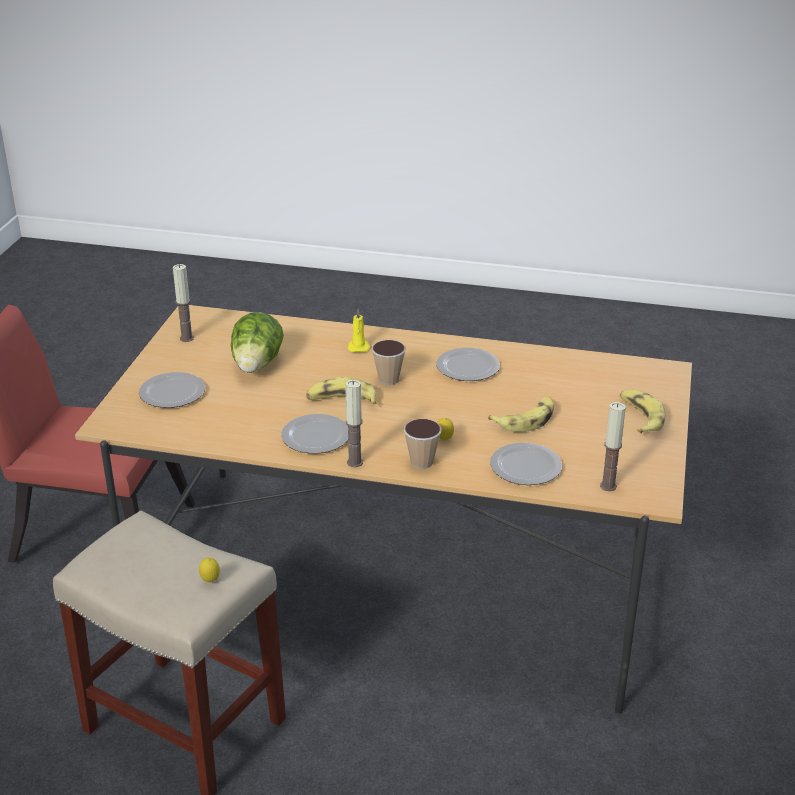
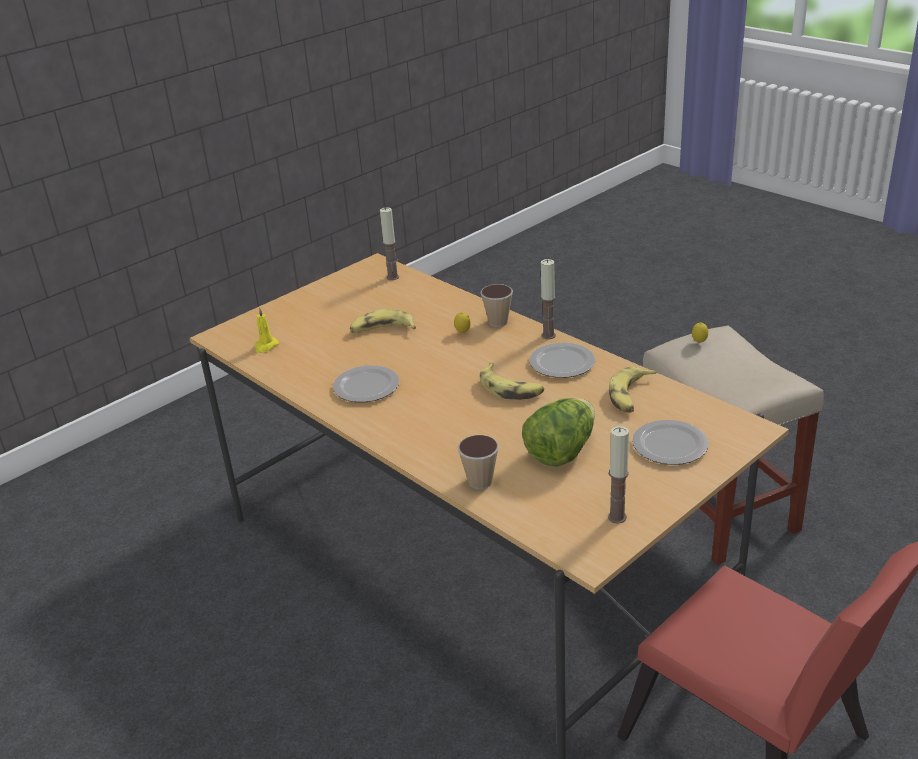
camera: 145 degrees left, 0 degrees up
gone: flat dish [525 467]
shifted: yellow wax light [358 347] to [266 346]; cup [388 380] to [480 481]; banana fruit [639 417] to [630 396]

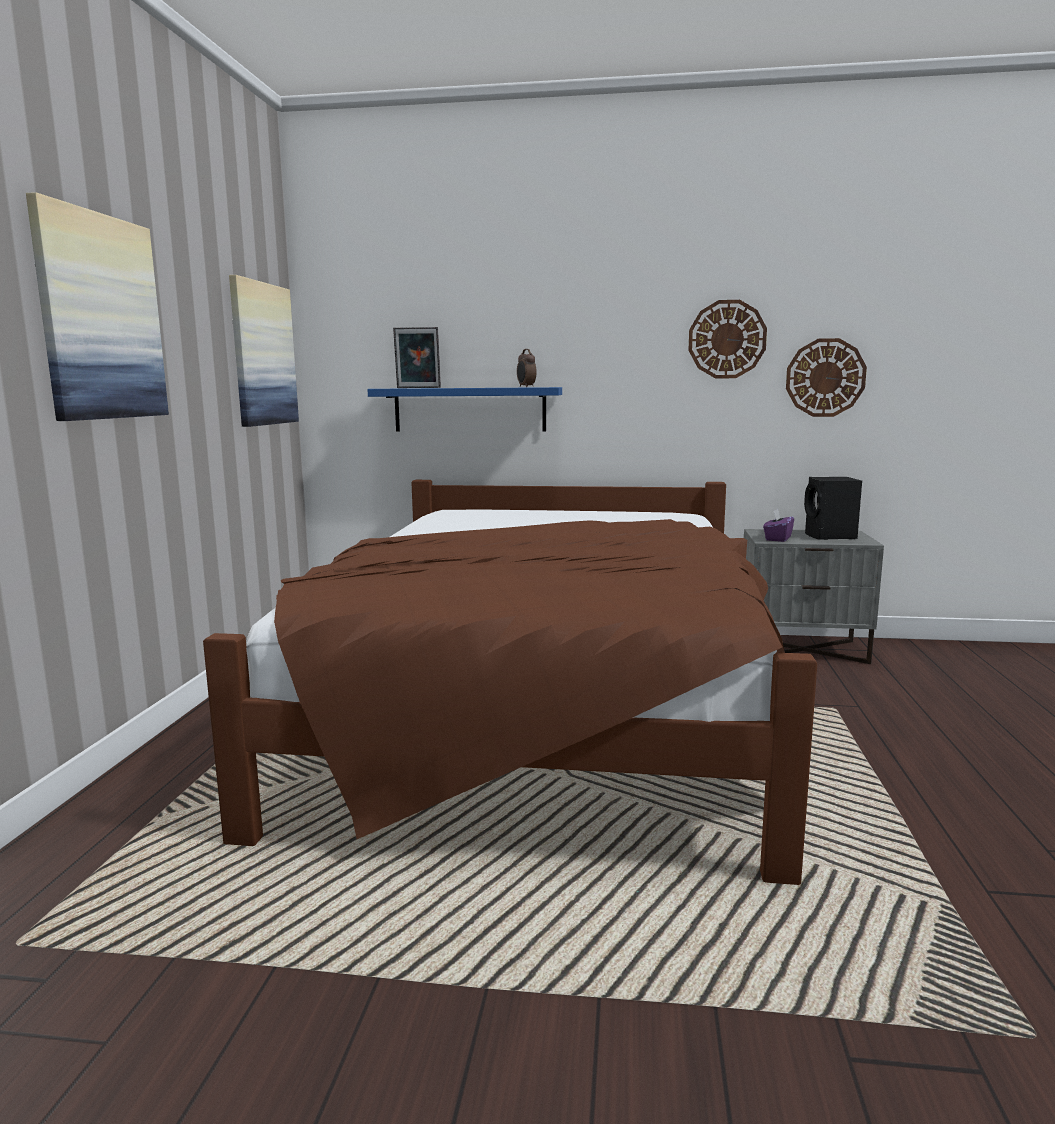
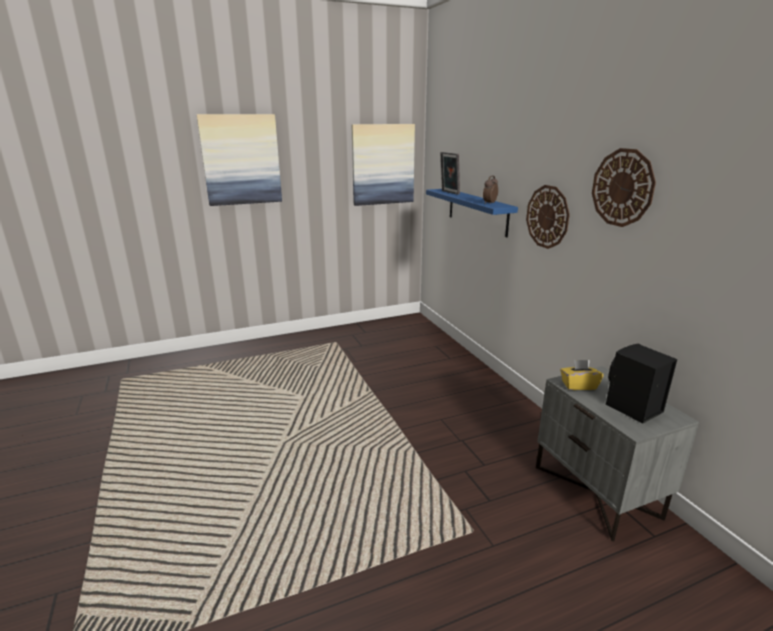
camera: 60 degrees right, 10 degrees up
gone: brownish sleeping bed [545 711]
shifted: hanging clock [825 378] to [547 217]
repainted: purple tissue holder [777 539] to yellow tissue holder [578 385]

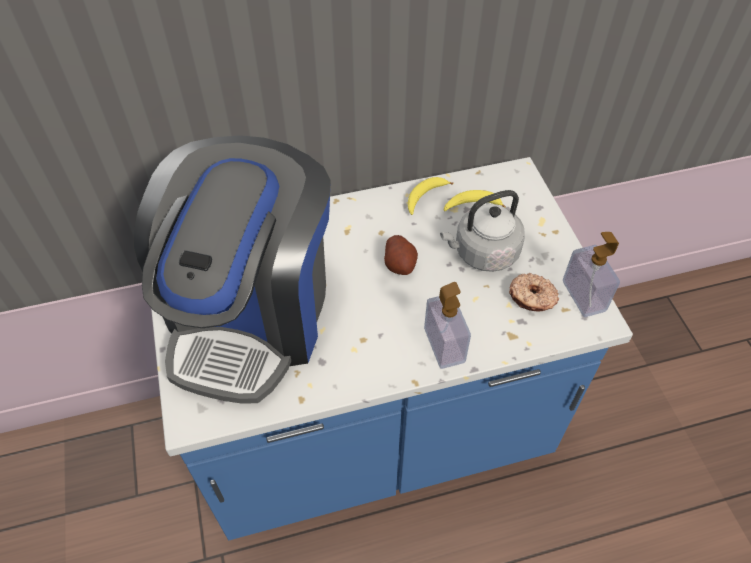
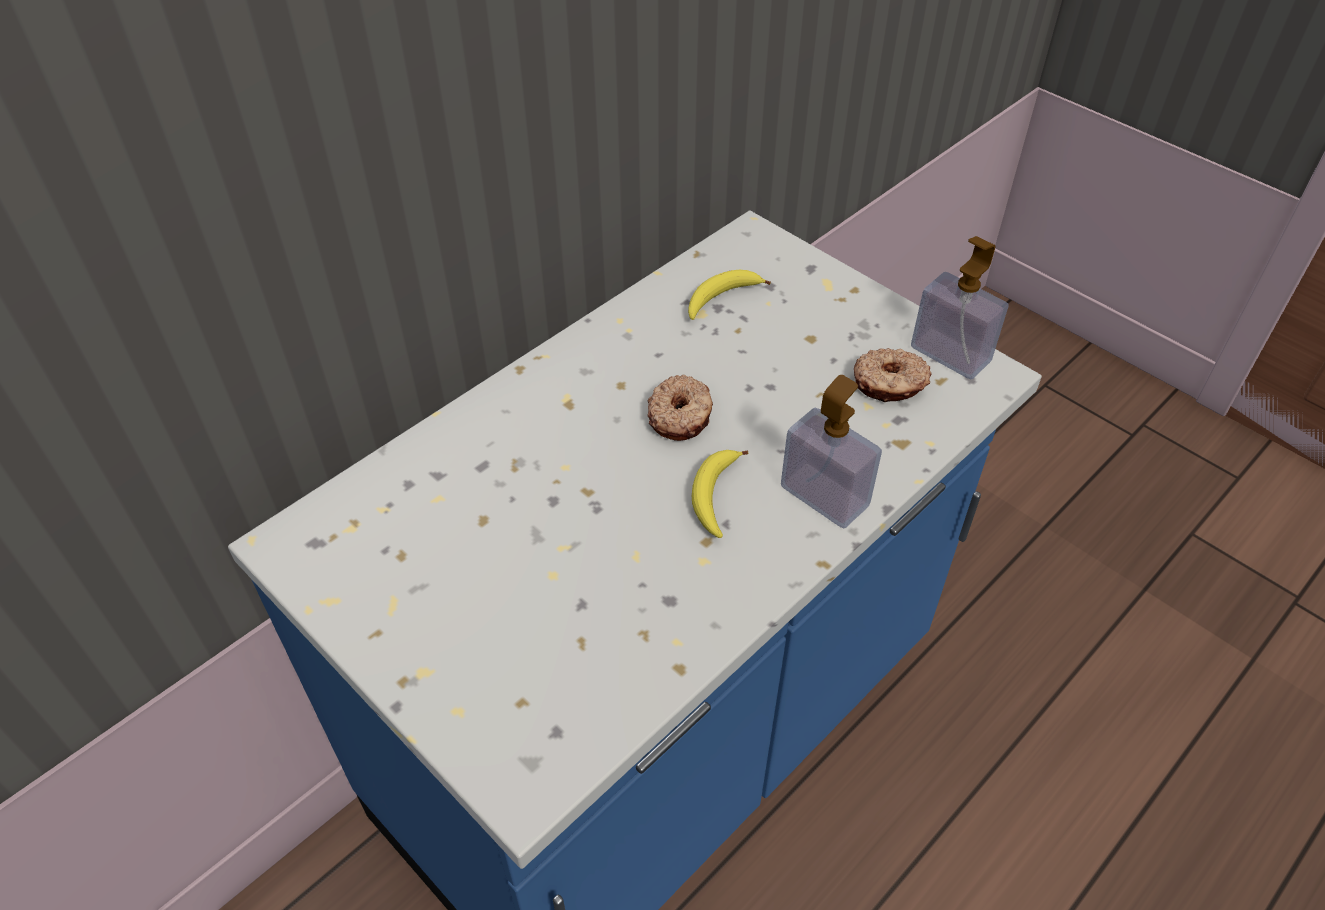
camera: 30 degrees left, 5 degrees down
gone: coffee brewer [252 314]; grey kettle [482 253]
shifted: banana fruit [425 198] to [715 497]
swapped: whole potato [400 264] to donut [681 416]

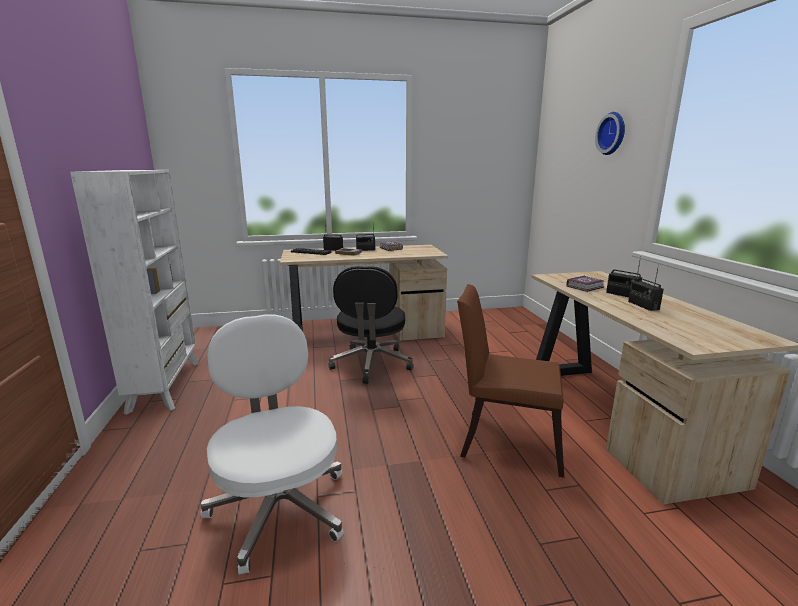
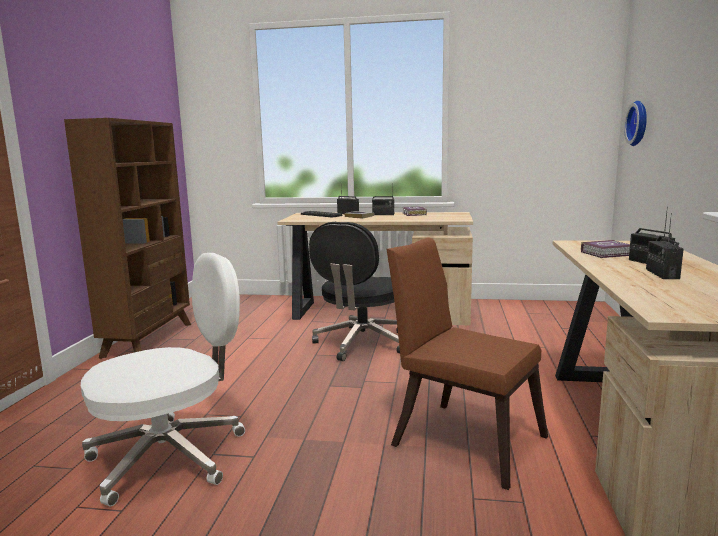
camera: 20 degrees right, 5 degrees down
shifted: hanging clock [613 133] to [639 123]
repainted: white shelving unit [166 385] to brownish shelving unit [149 339]
rotated: white computer chair [279 507] = [171 456] 60 degrees clockwise

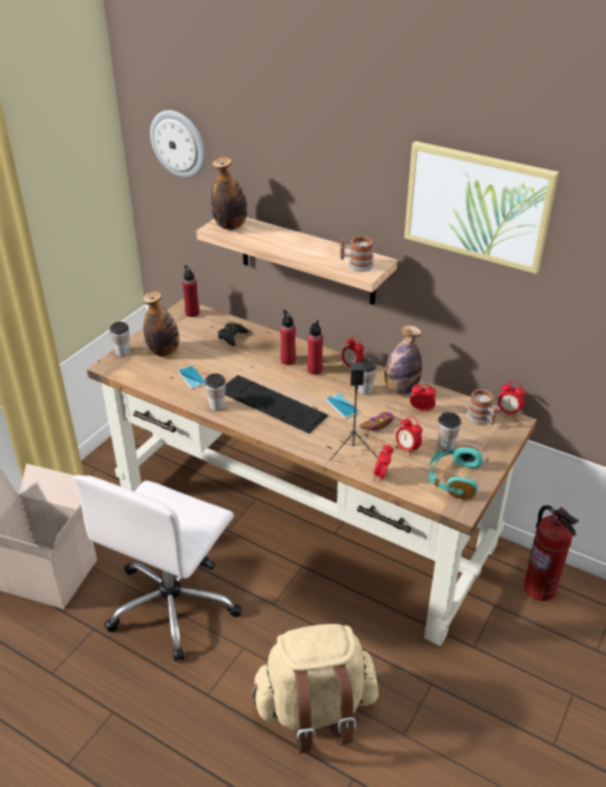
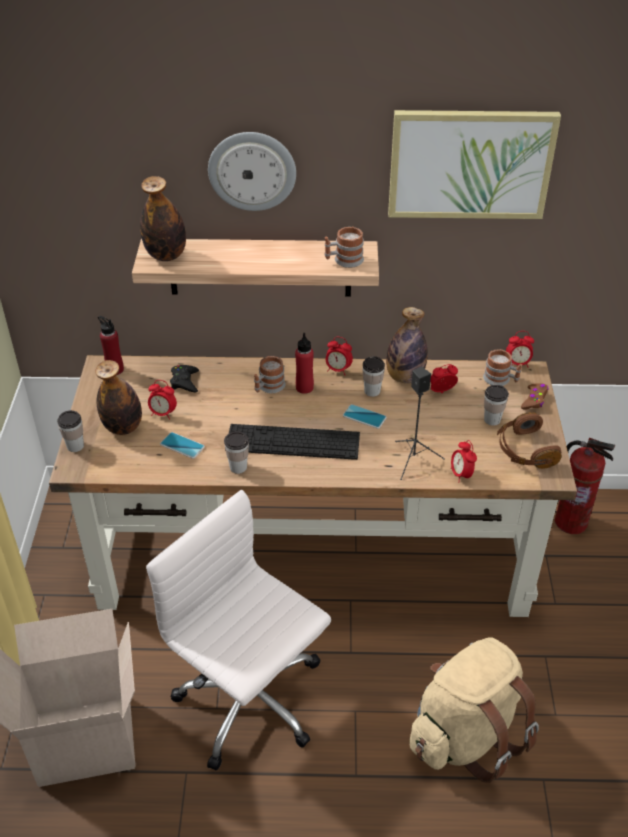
camera: 30 degrees left, 5 degrees up
shifted: hanging clock [179 143] to [252 170]; brownish game controller [378 425] to [534 400]; bedside clock [407 449] to [163 414]
swapped: reddish drink bottle [288 360] to coffee mug [268 387]
repainted: turquoise headset [453 479] to brownish headset [524 451]
rotated: white computer chair [174 604] = [251 702] 135 degrees clockwise

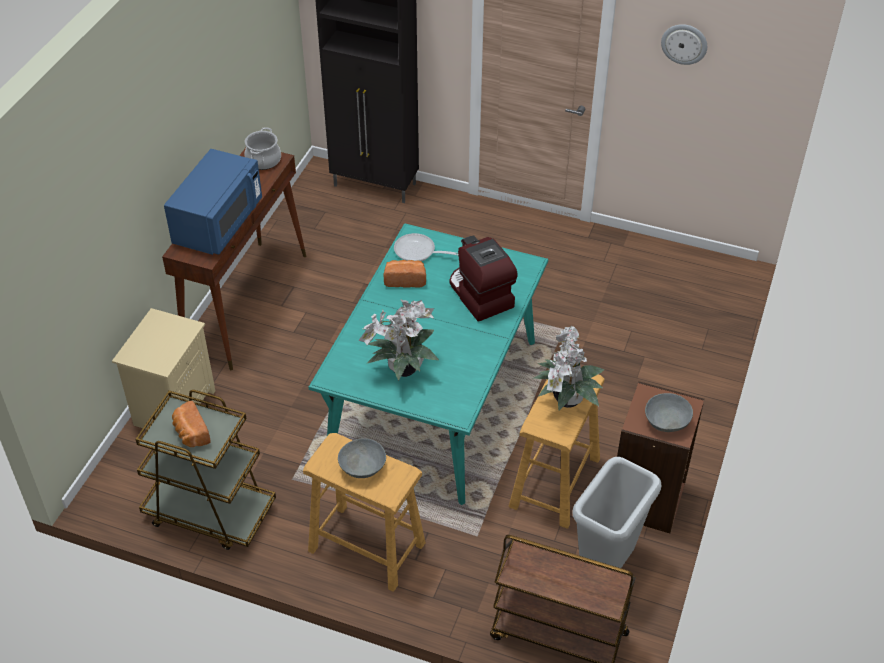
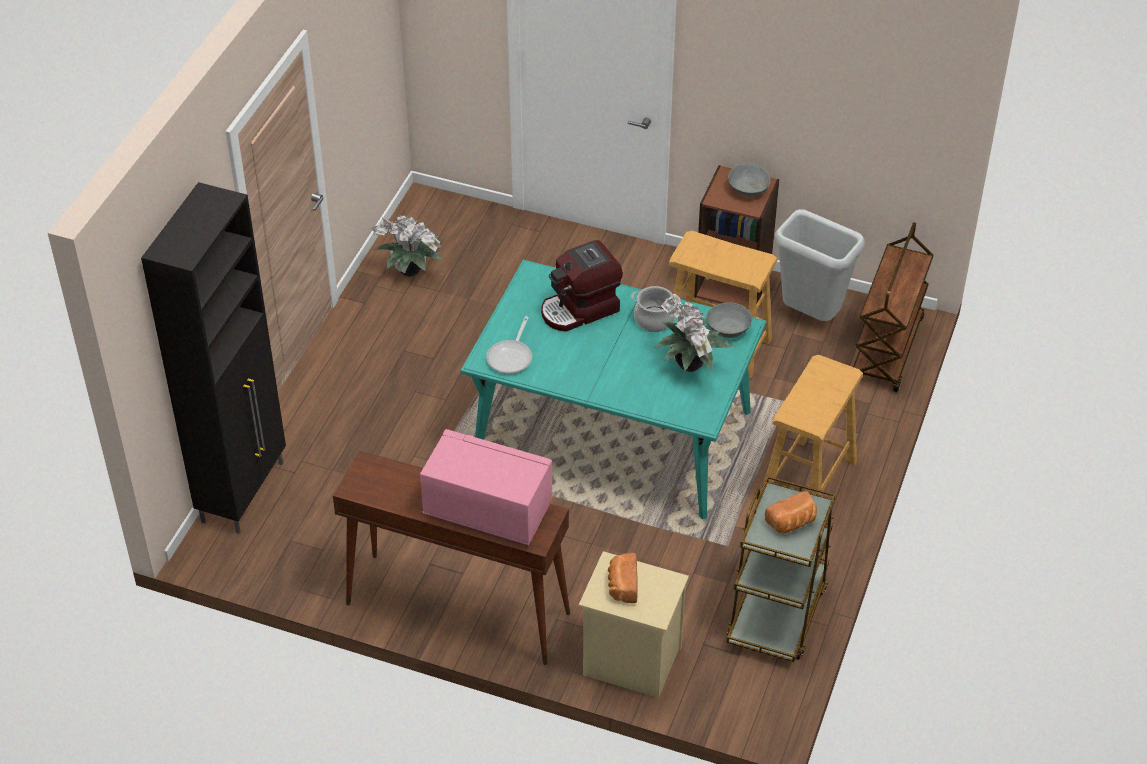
camera: 90 degrees left, 0 degrees up
gone: hanging clock [684 43]
shifted: saucepot [263 160] to [654 319]; grey deep dish [362 468] to [729 329]; bakery bread [405 279] to [622 586]; houseplant [565 402] to [411 272]
repainted: bluish kitchen microwave [218 223] to pink kitchen microwave [487 510]

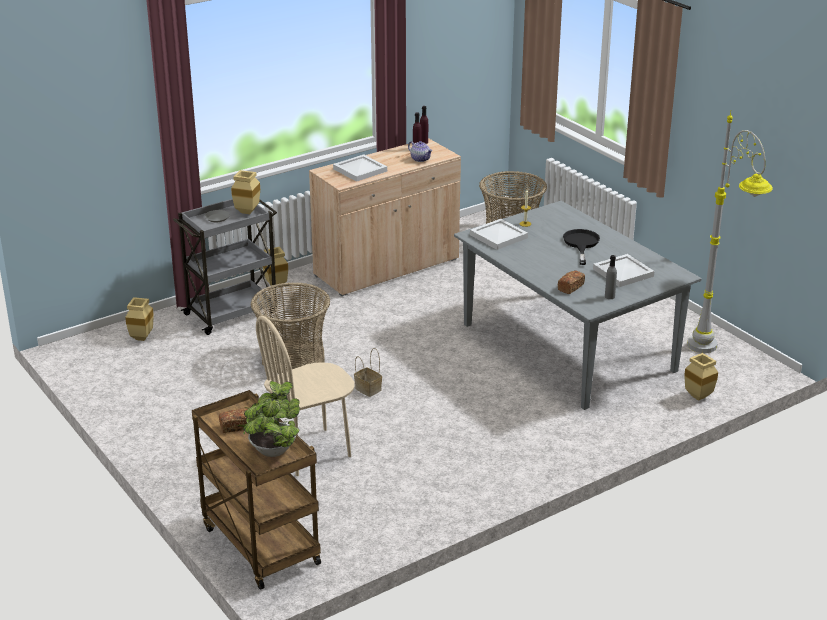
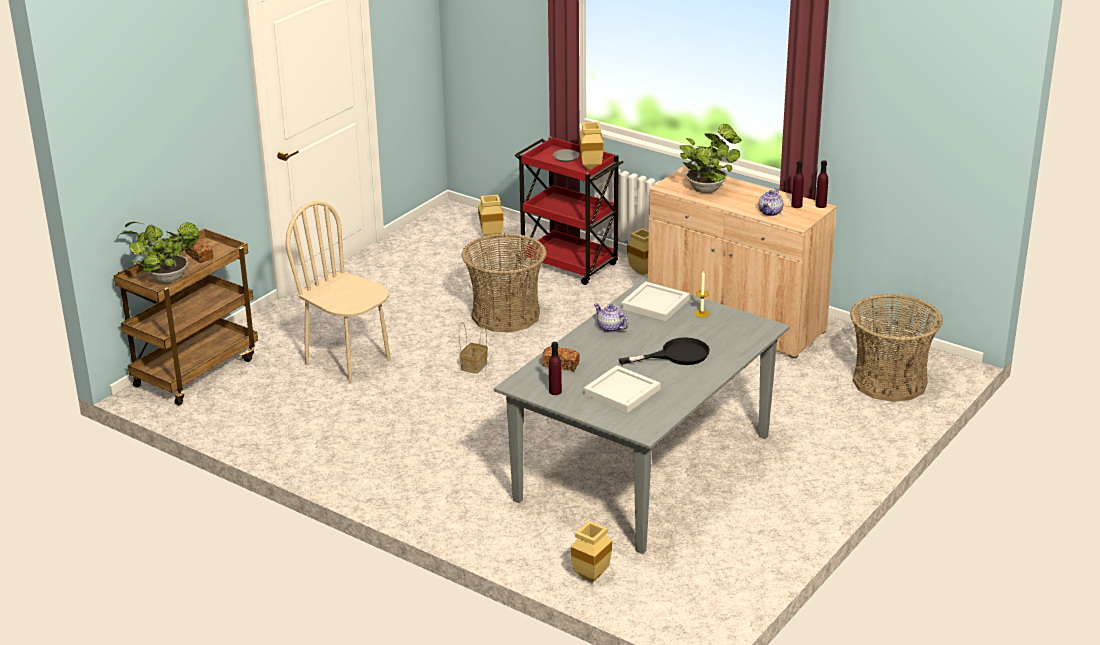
camera: 70 degrees right, 0 degrees up
gone: grey standard lamp [716 357]
new: pot for tea [610 328]
swapped: white serving tray [360 170] to houseplant [708 188]
repainted: grey wheeled cart [232 313] to reddish wheeled cart [569 265]; grey drink bottle [609 296] to purple drink bottle [555 391]

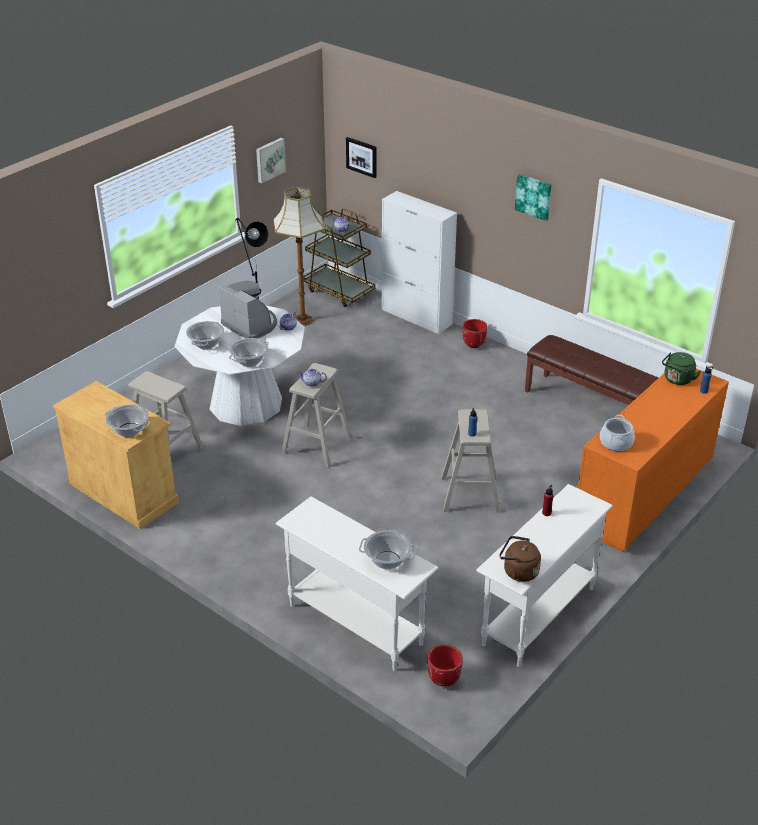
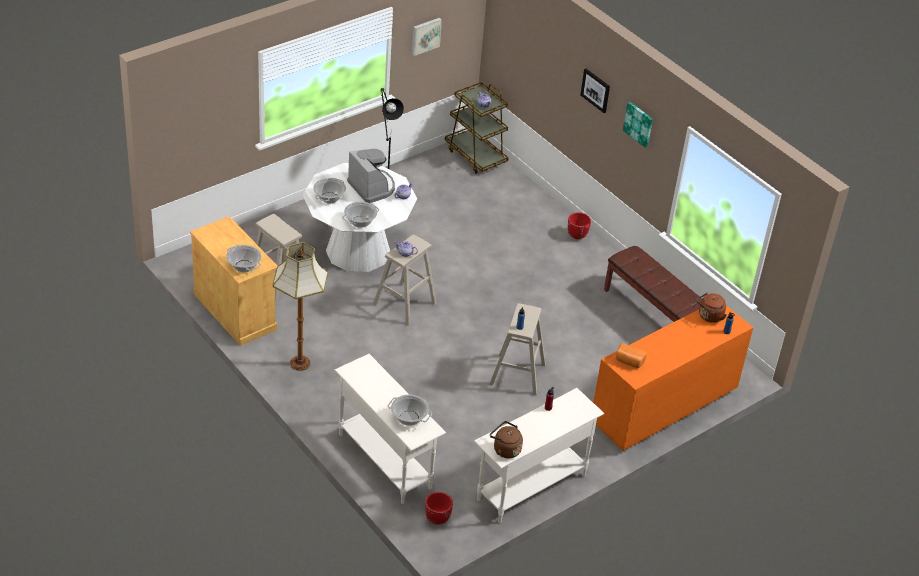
camera: 10 degrees right, 5 degrees up
gone: white cupboard [416 317]
shifted: standard lamp [302 321] to [299 364]; wall picture [362 157] to [596 90]
swapped: saucepot [615 443] to bakery bread [629 362]
repainted: green kettle [677 380] to brownish kettle [709 317]

